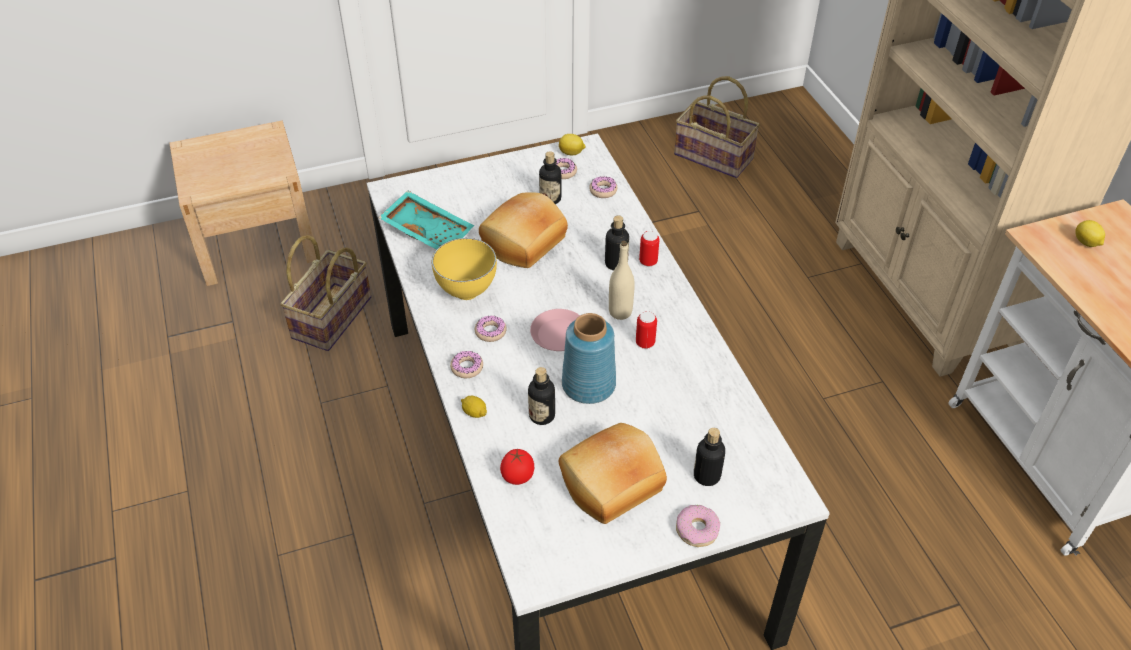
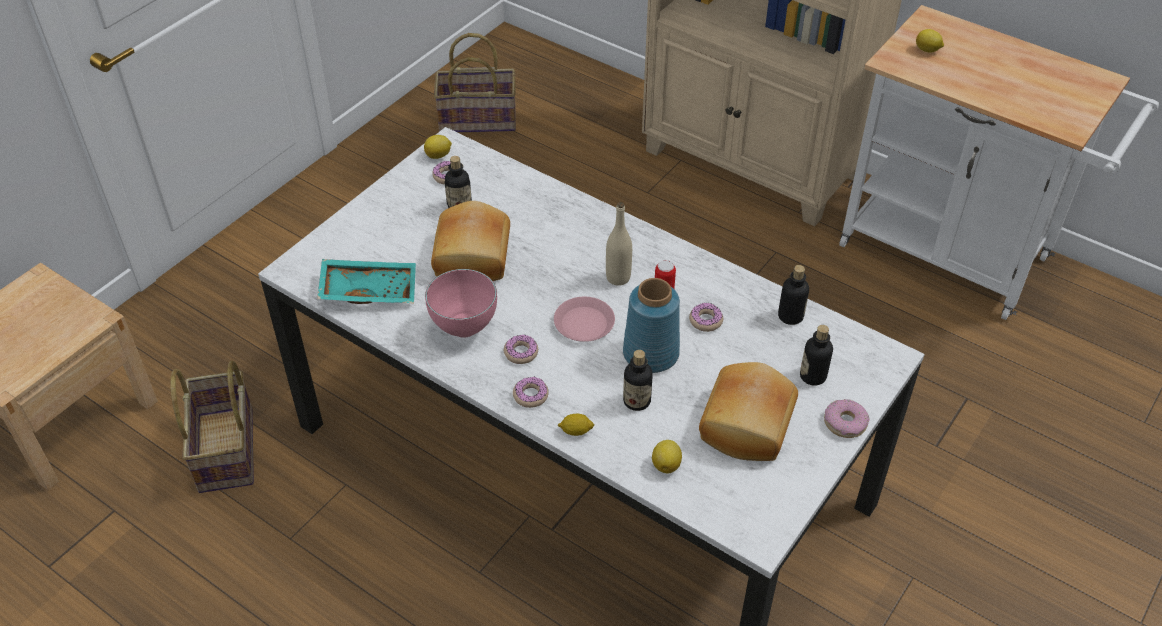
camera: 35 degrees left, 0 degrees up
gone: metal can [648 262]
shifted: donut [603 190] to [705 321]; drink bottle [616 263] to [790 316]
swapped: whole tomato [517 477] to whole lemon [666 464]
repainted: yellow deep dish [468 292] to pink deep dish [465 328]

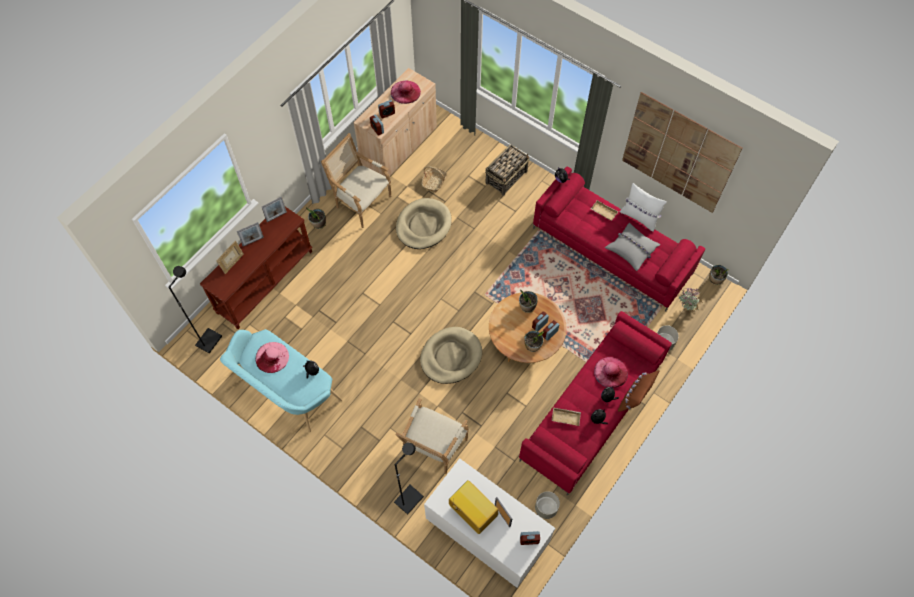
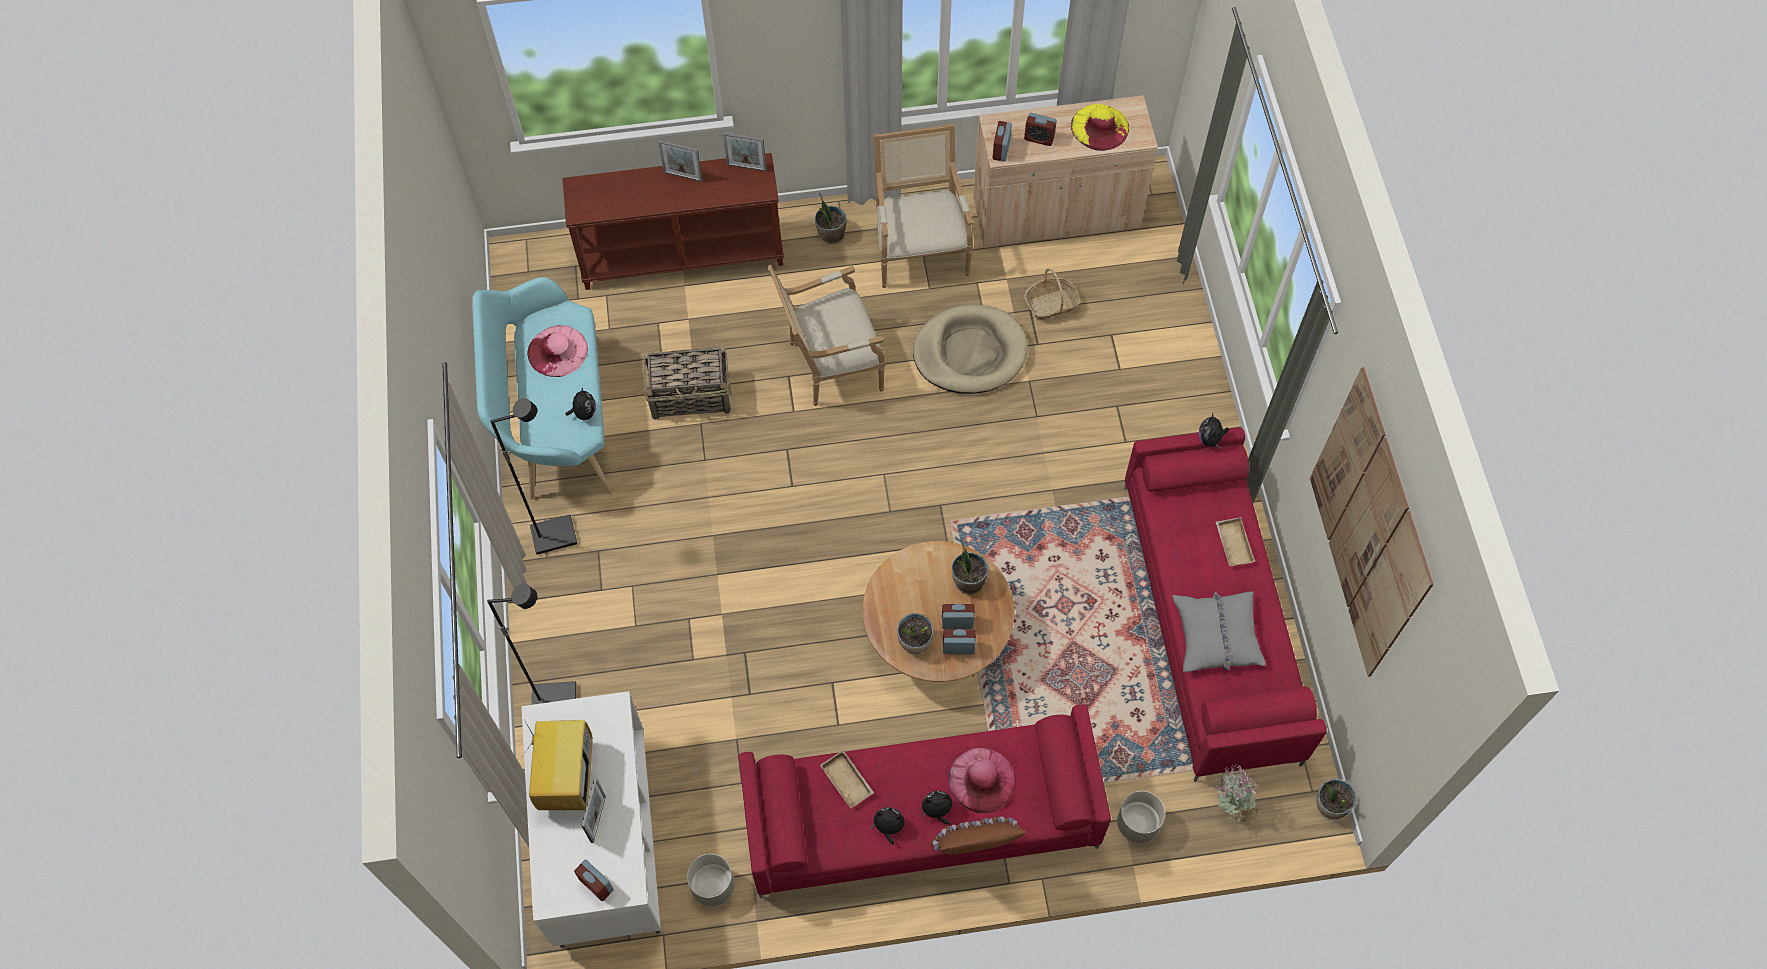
camera: 45 degrees right, 0 degrees up
gone: photo frame [233 263]; sand-coloured dog cushion [451 356]; white pillow [639 217]
shifted: black-coloured standard lamp [208 340] to [554 534]; lounge chair [433 449] to [830 366]; household basket [506 177] to [691 396]
repainted: pink hat [405 92] to yellow hat [1100 127]

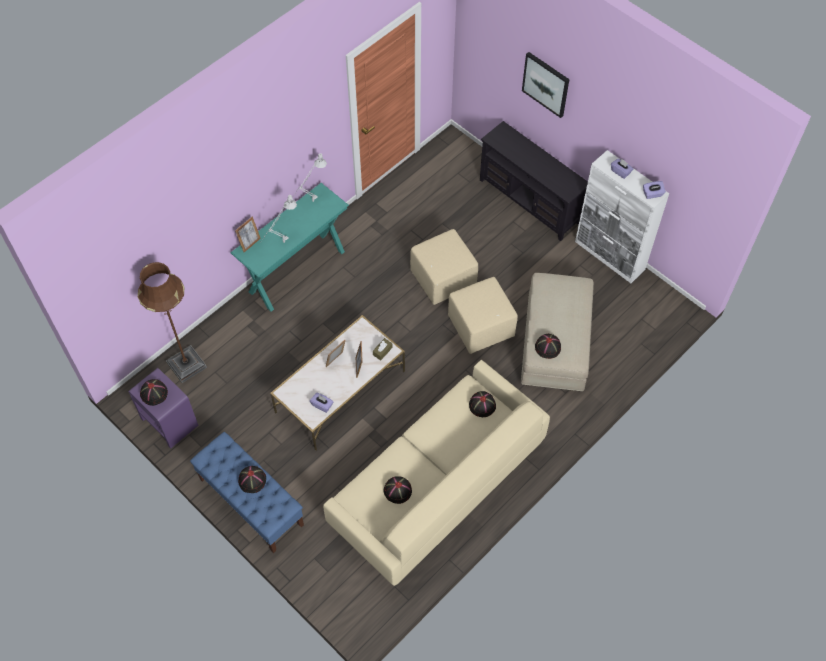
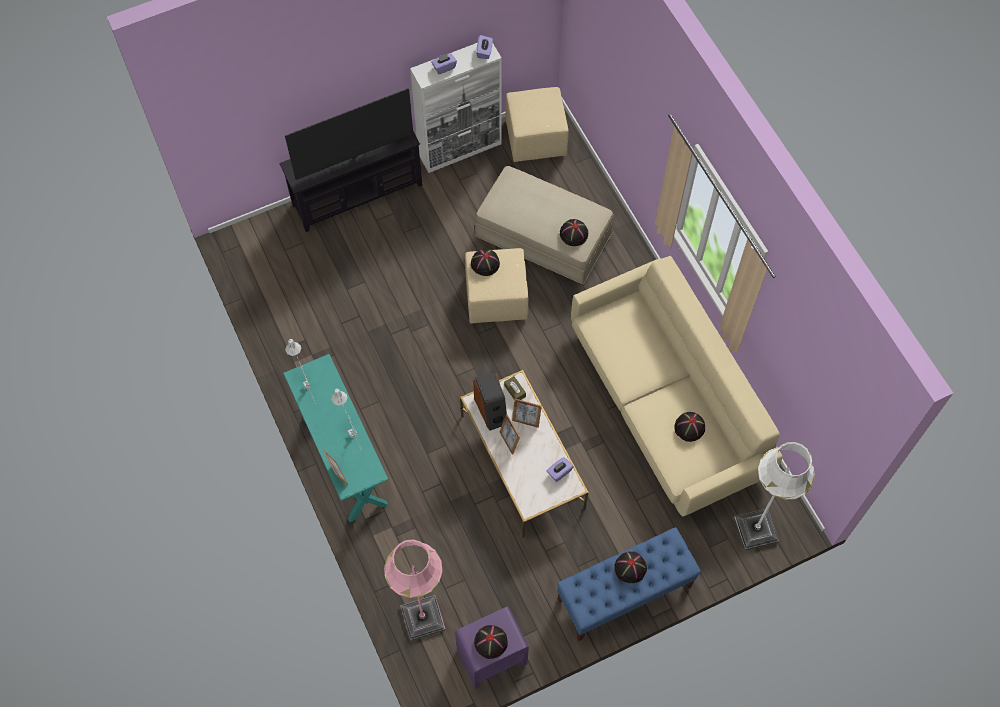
camera: 70 degrees left, 5 degrees up
gone: wall picture [546 84]
new: TV [354 158]; speaker [491 410]; white standard lamp [755 530]
shifted: sand-coloured pouffe [442 279] to [536 139]; black-coloured hat [482 405] to [485 263]
repainted: brownish standard lamp [186 365] to pink standard lamp [422 618]

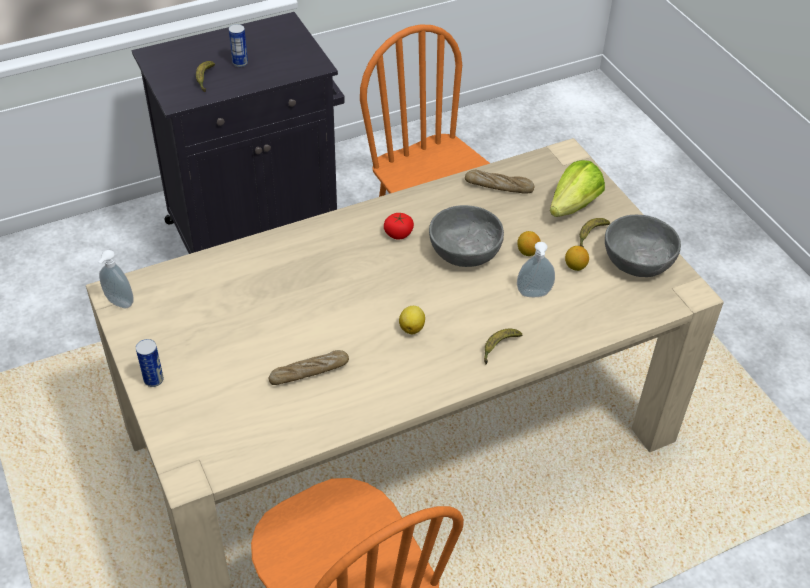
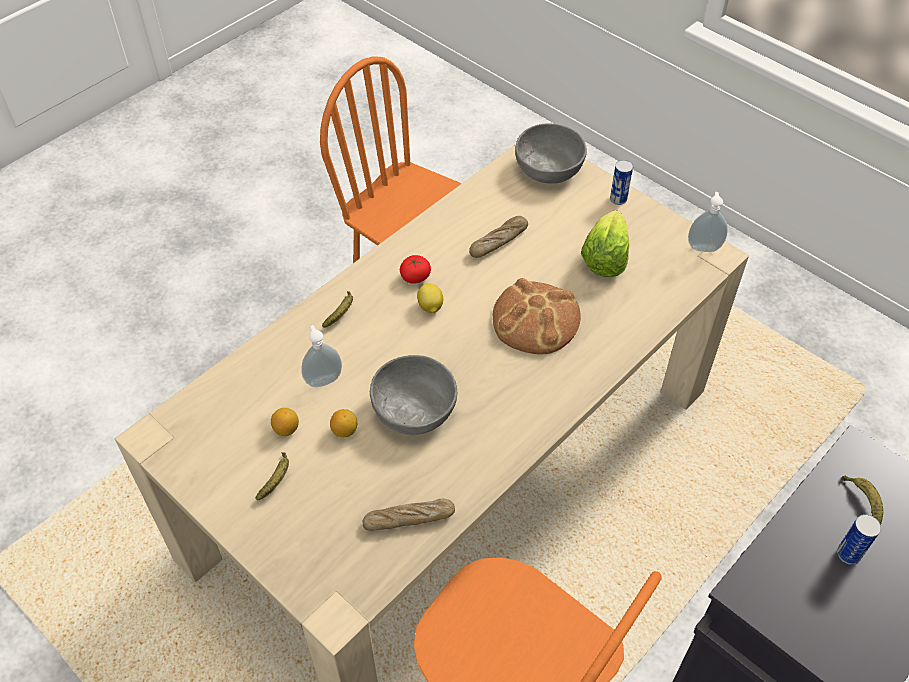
camera: 160 degrees right, 5 degrees up
new: bakery bread [536 320]
shifted: whole tomato [398 233] to [415 277]; lettuce [573 206] to [605 259]; grey deep dish [637 260] to [549 168]

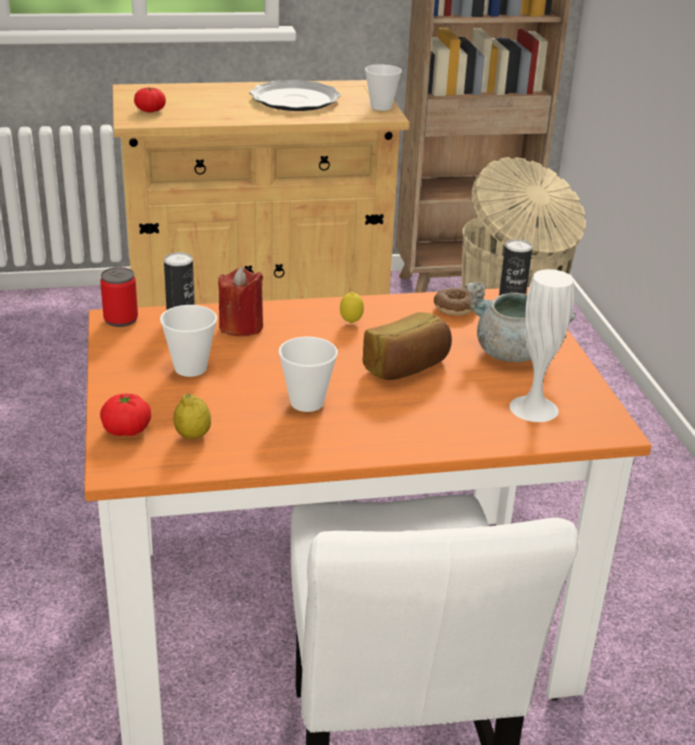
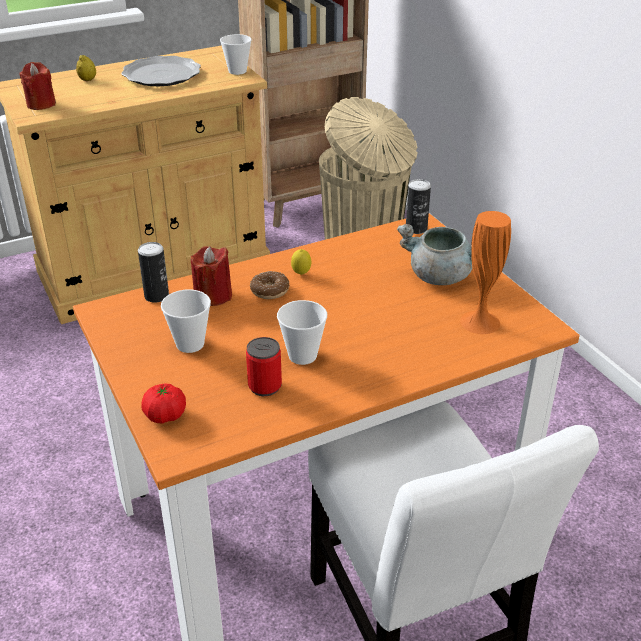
camera: 15 degrees left, 5 degrees up
gone: bakery bread [407 367]
shifted: metal can [121 319] to [265 386]; whole lemon [193 436] to [87 80]; donut [455 308] to [270 291]
swapped: whole tomato [150 111] to reddish wax light [41 104]
repainted: white flower vase [534 408] to orange flower vase [480 322]

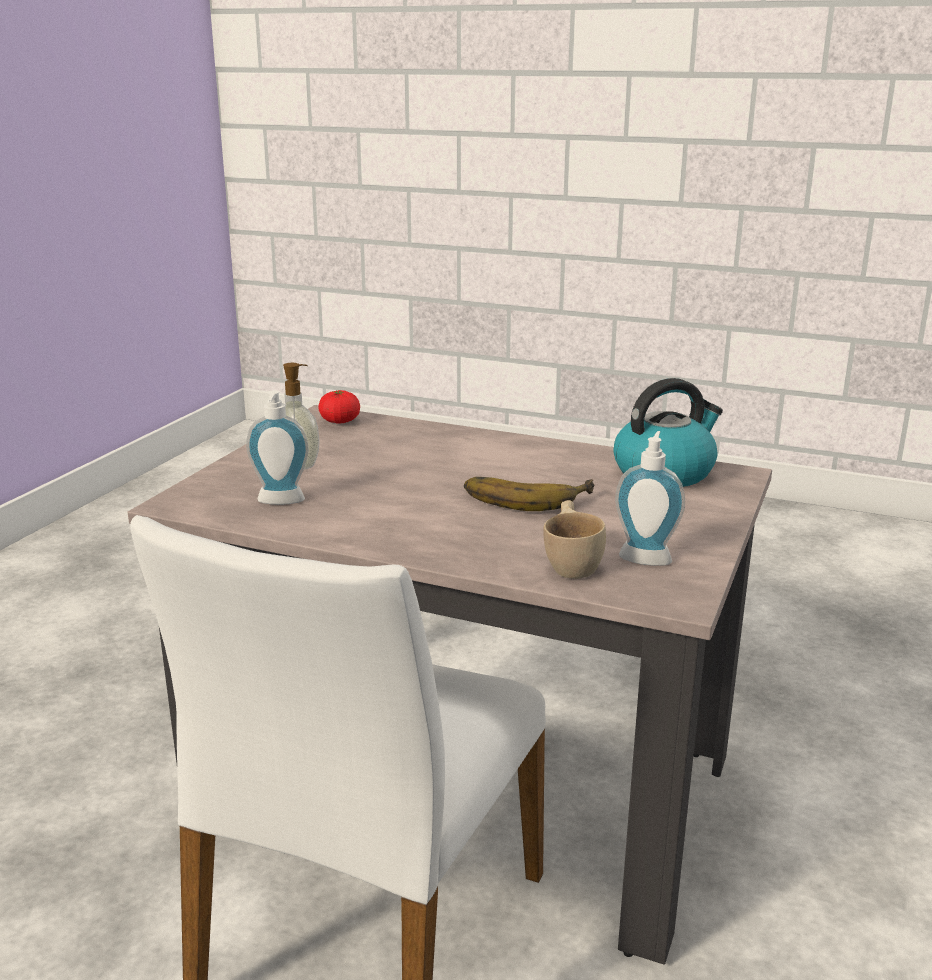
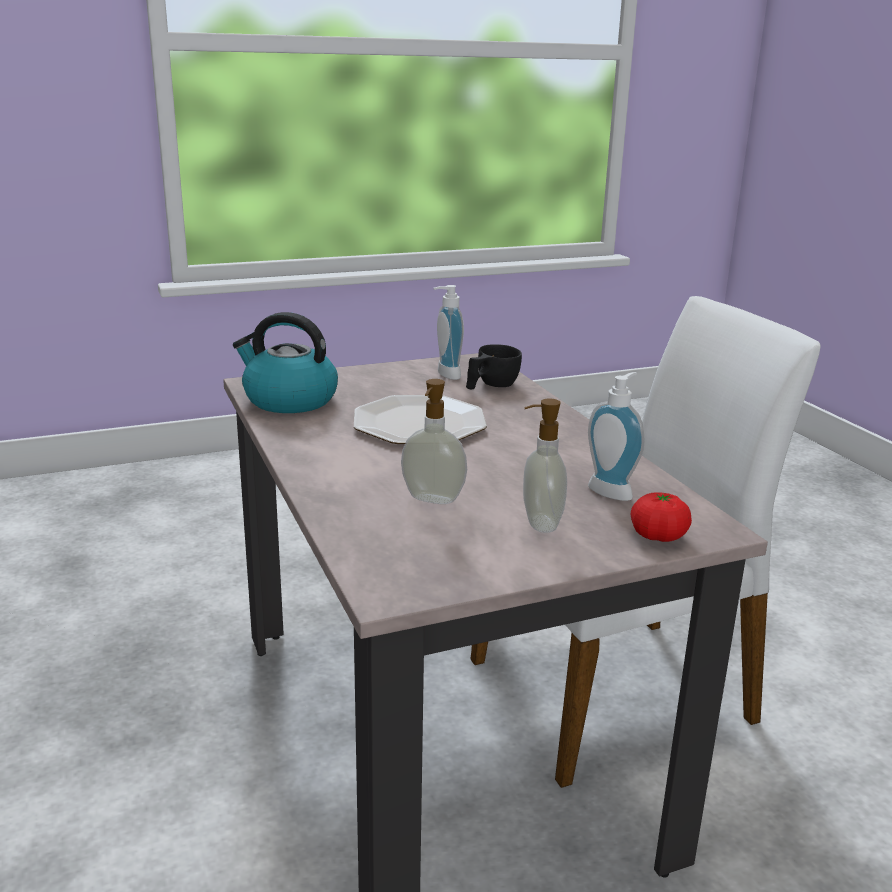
camera: 135 degrees left, 0 degrees up
new: soap dispenser [432 499]
shifted: whole tomato [340 421] to [658 536]
swapped: banana fruit [526 496] to flat dish [420 423]
repainted: sand-coloured cup [573 563] to black-coloured cup [490 385]

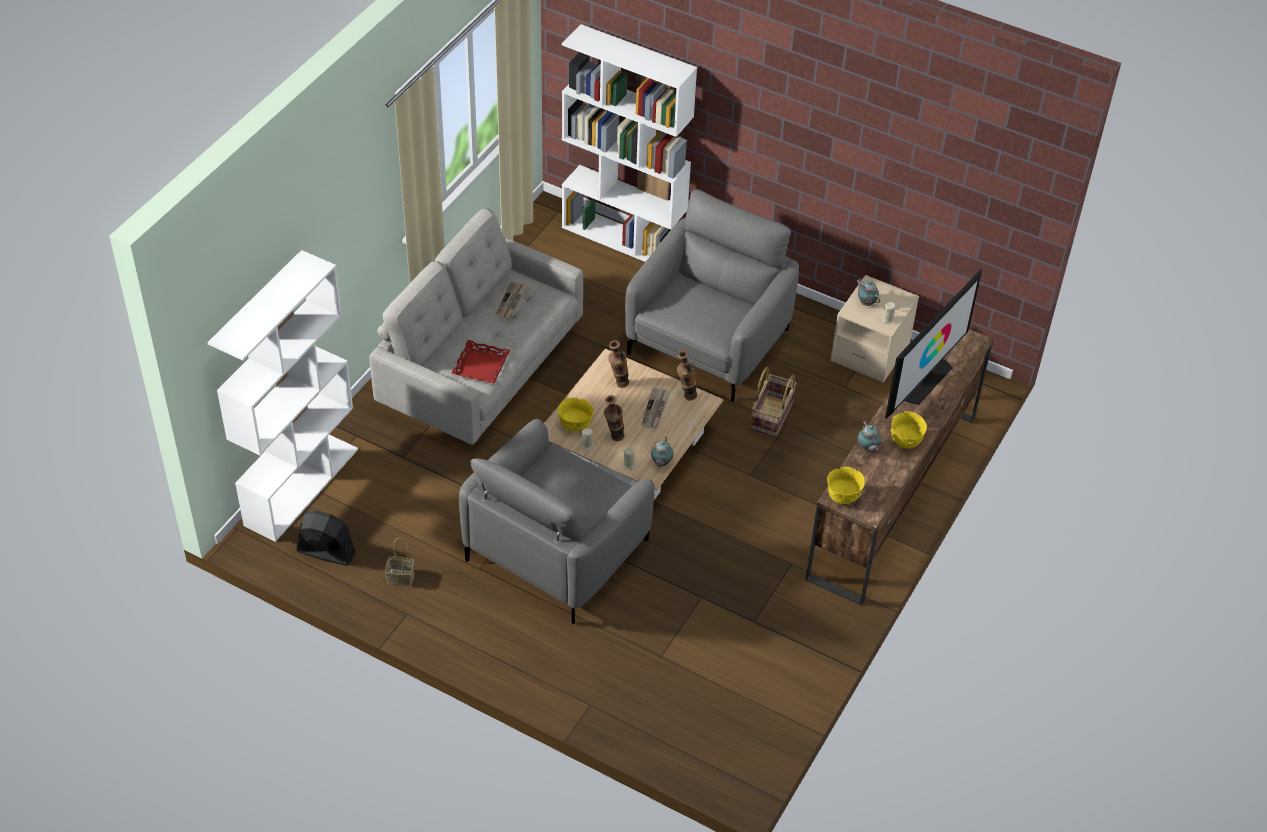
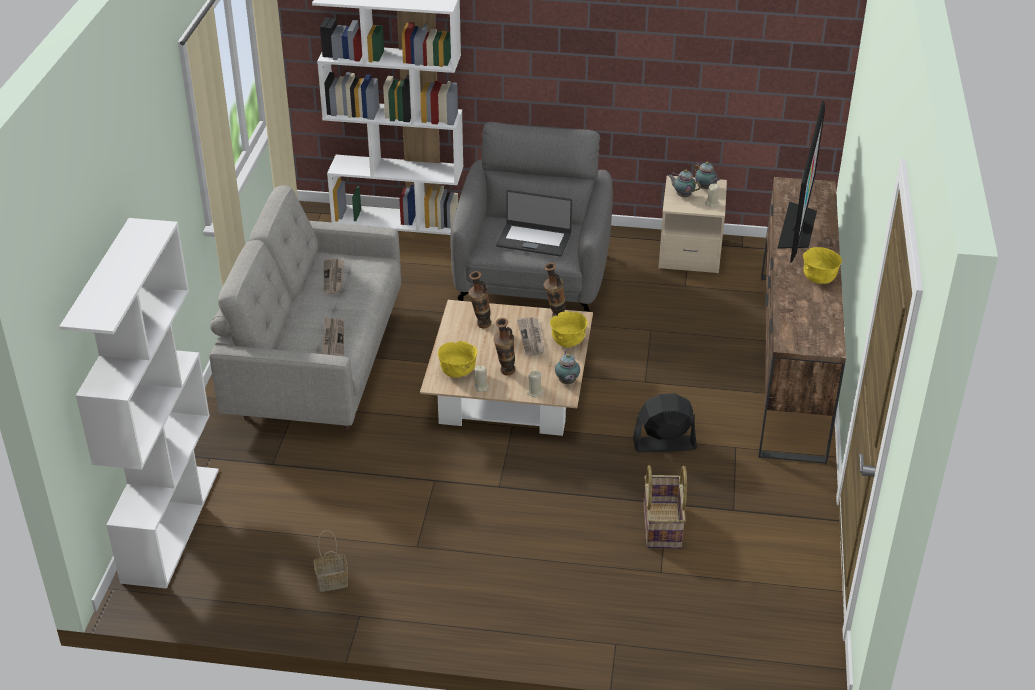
camera: 20 degrees left, 10 degrees down
gone: grey lounge chair [557 549]
new: portable computer [534 240]
shifted: black-coloured electric fan [326 552] to [664 444]; household basket [772 416] to [663 526]; yellow deep dish [843 496] to [568 342]; pot for tea [867 449] to [705 188]
swapped: reddish serving tray [480 365] to newspaper [333 339]

